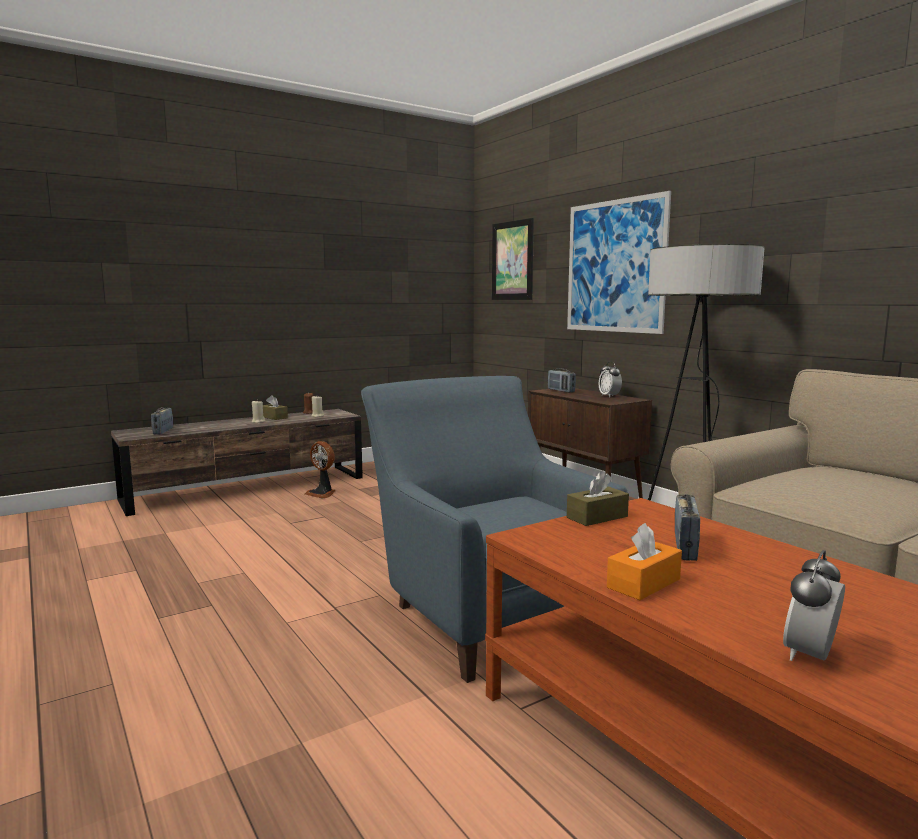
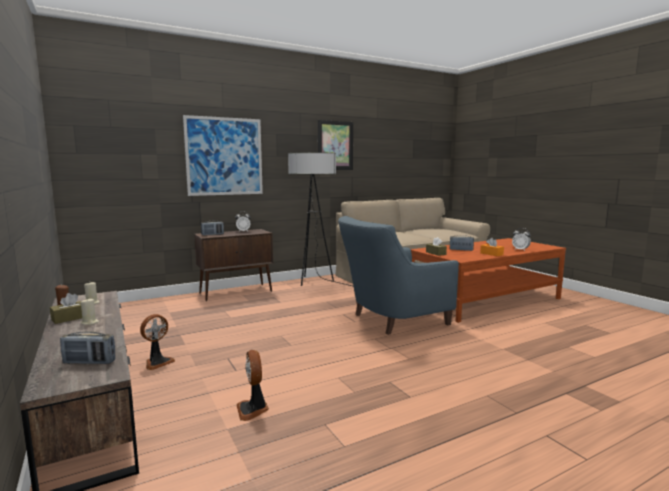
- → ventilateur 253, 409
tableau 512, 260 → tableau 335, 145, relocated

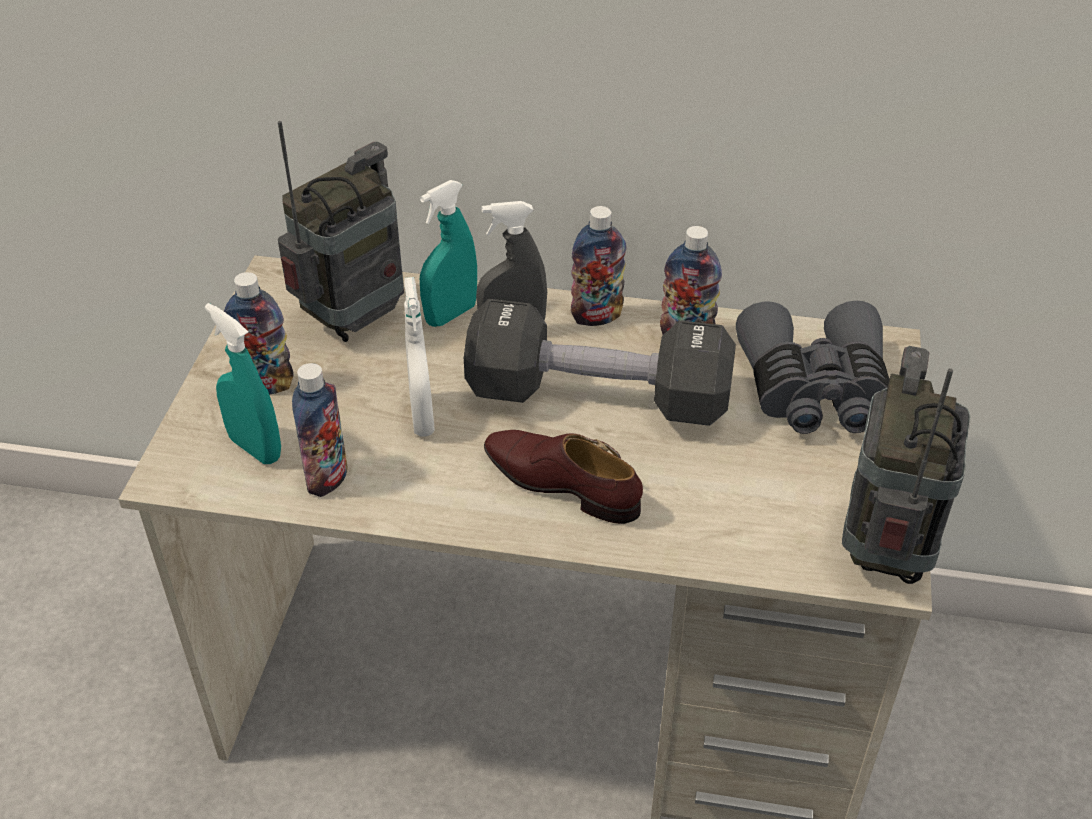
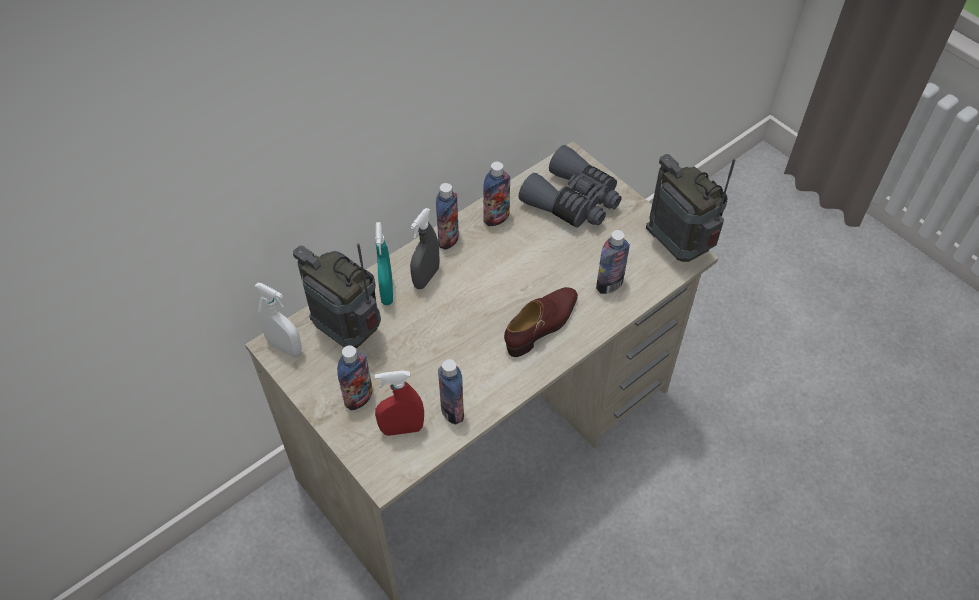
vaporisateur/blanc 422, 417 → vaporisateur/blanc 285, 347, relocated
radio 355, 320 → radio 349, 332, 45 degrees counterclockwise
vaporisateur/turquoise 255, 448 → vaporisateur/rouge 402, 429
chaussure/marron 561, 483 → chaussure/marron 542, 325, 150 degrees clockwise
- → bouteille 609, 285
haltère/noir 598, 398 → -

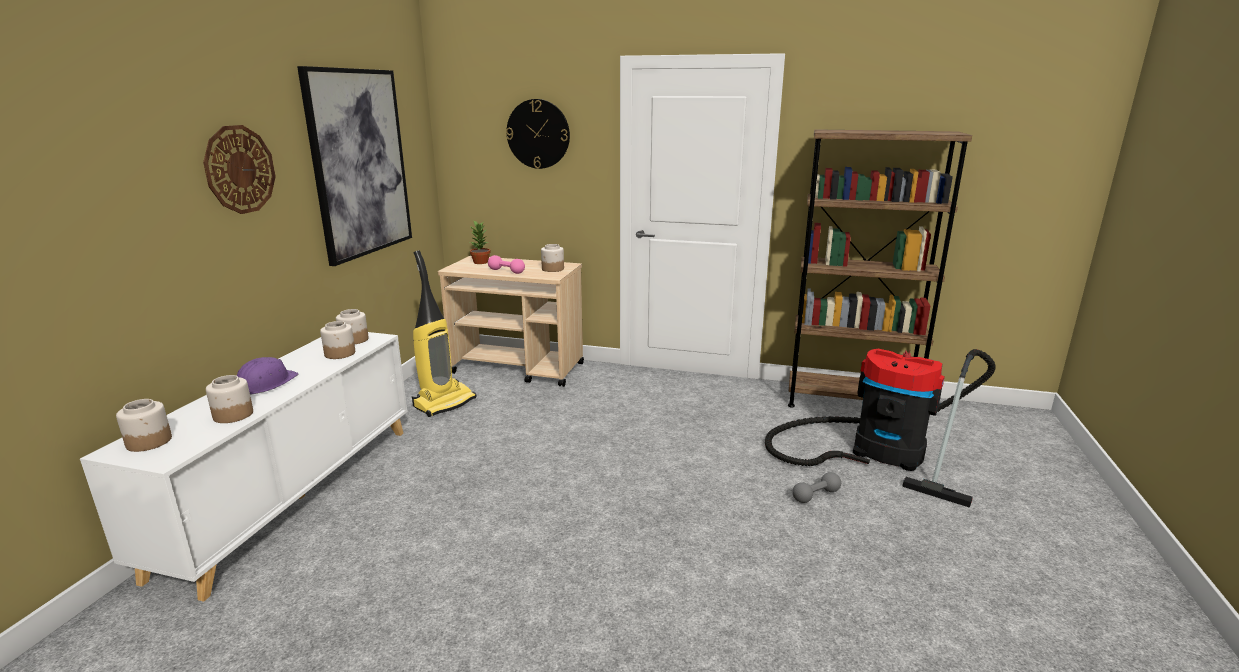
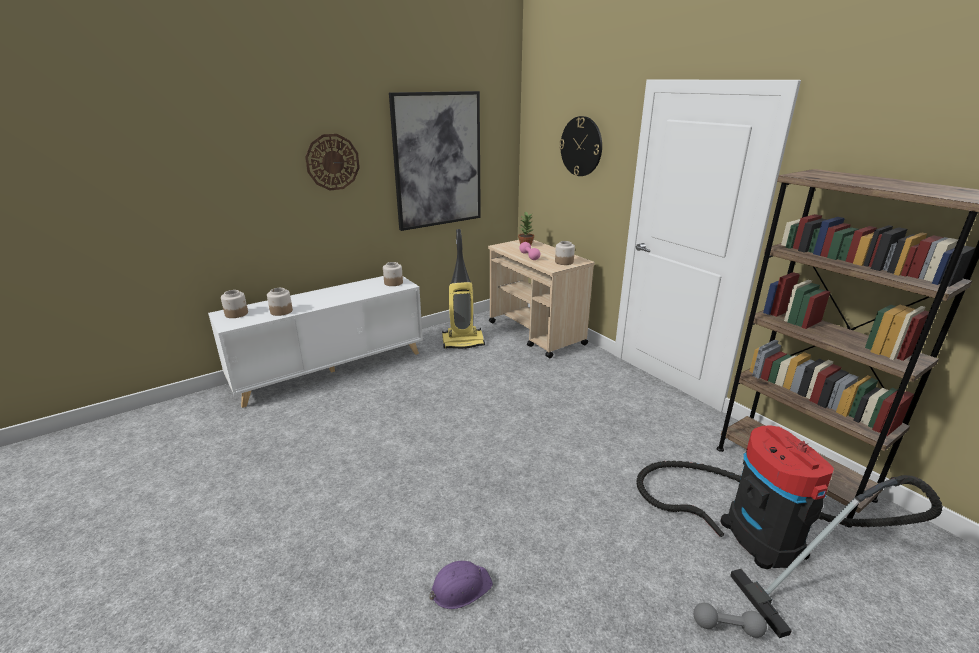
casque de chantier/violet 265, 384 → casque de chantier/violet 460, 587, relocated
haltère/gris 816, 495 → haltère/gris 727, 627, relocated
bocal 340, 353 → -

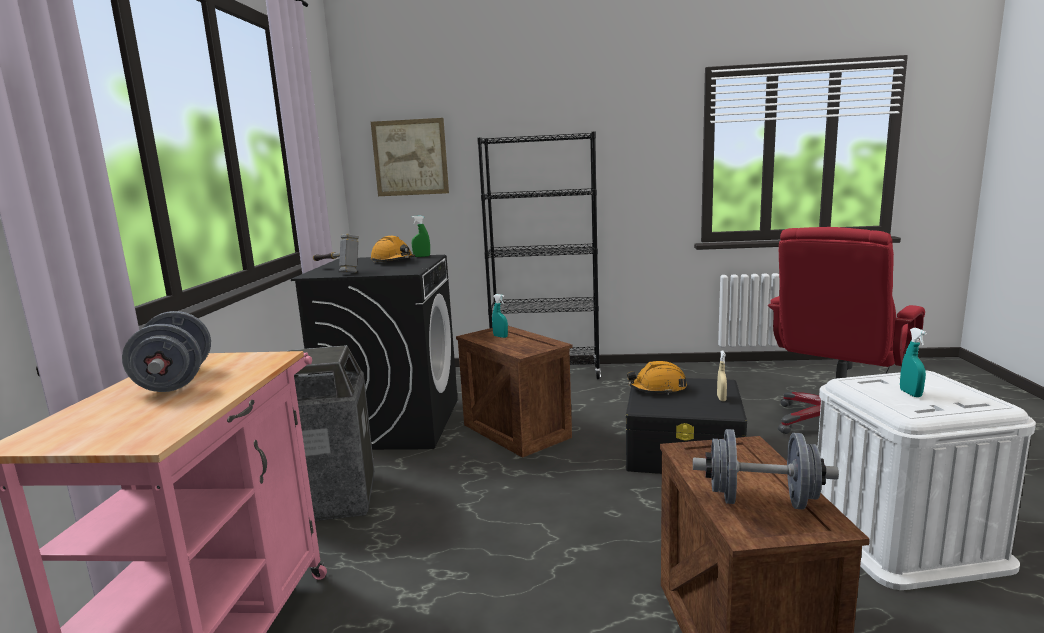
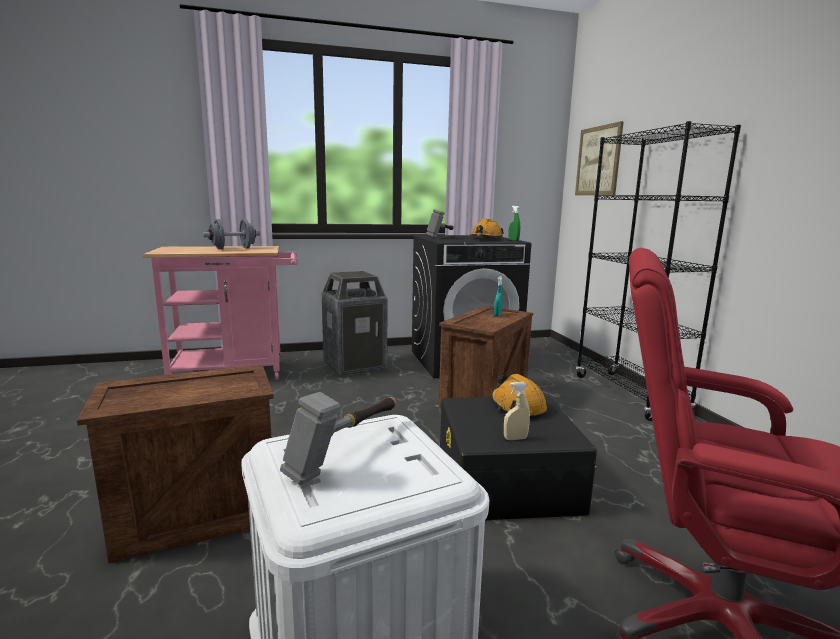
vaporisateur/turquoise 910, 393 → marteau 348, 451
haltère/gris 761, 501 → -

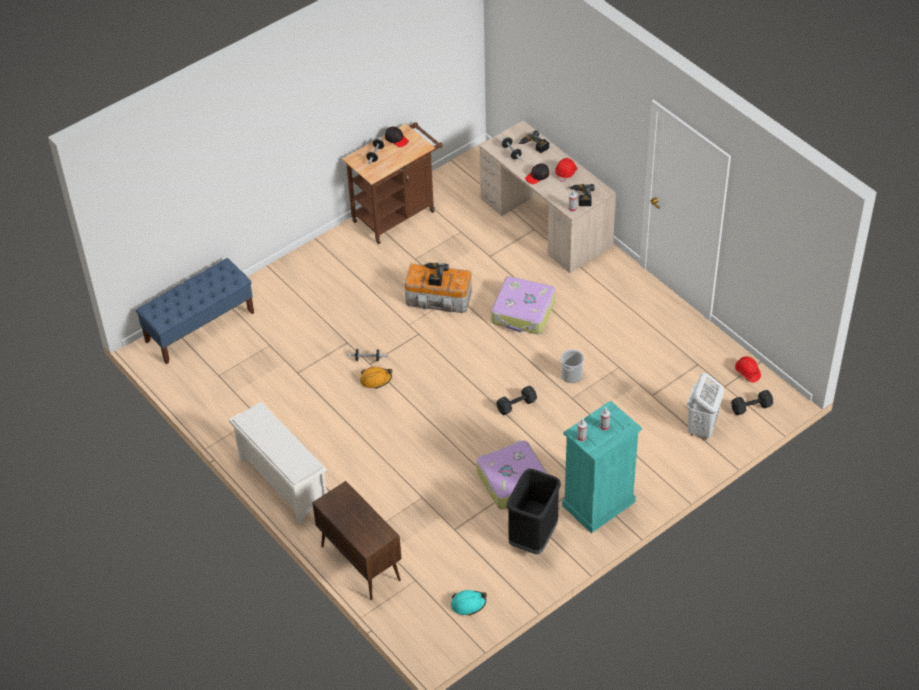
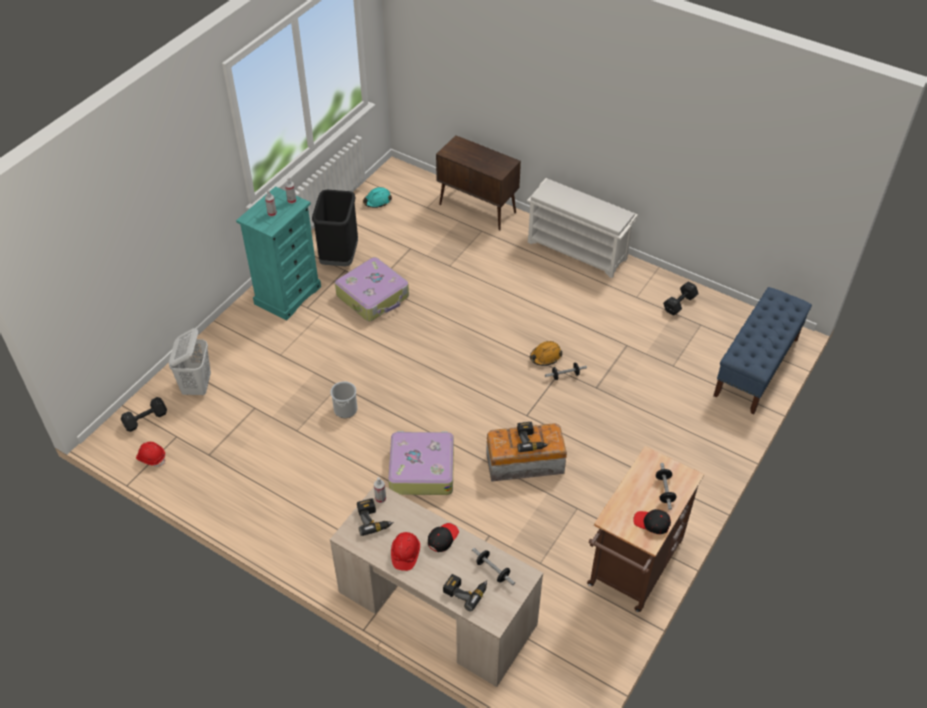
haltère/noir 517, 405 → haltère/noir 679, 304, relocated

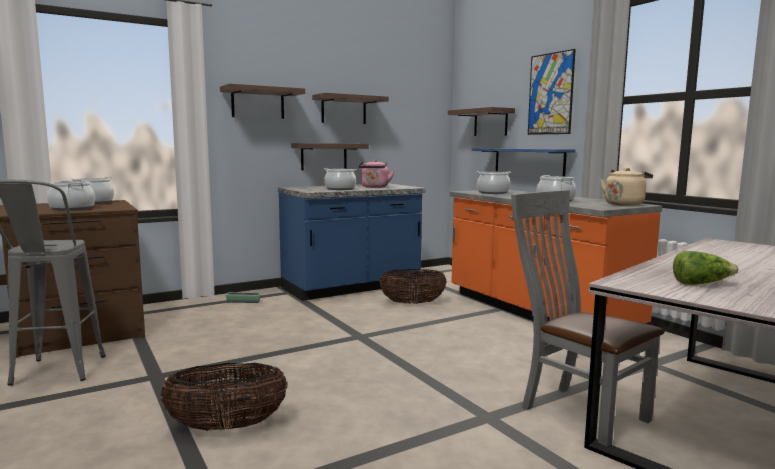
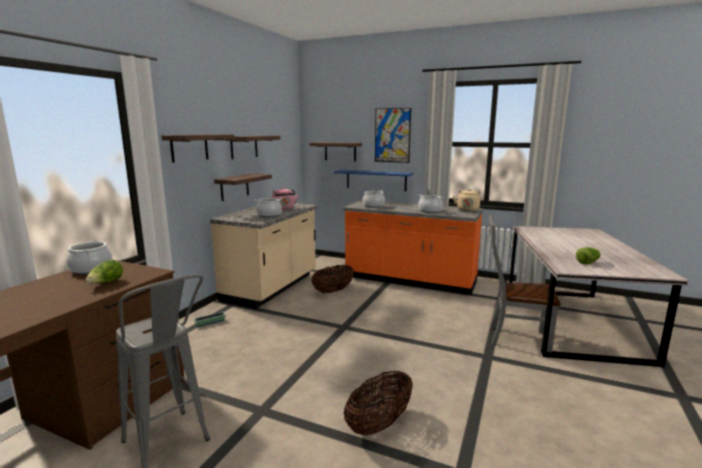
marmite 72, 208 → laitue 106, 283
comptoir de cuisine/bleu 352, 287 → comptoir de cuisine/beige 272, 287

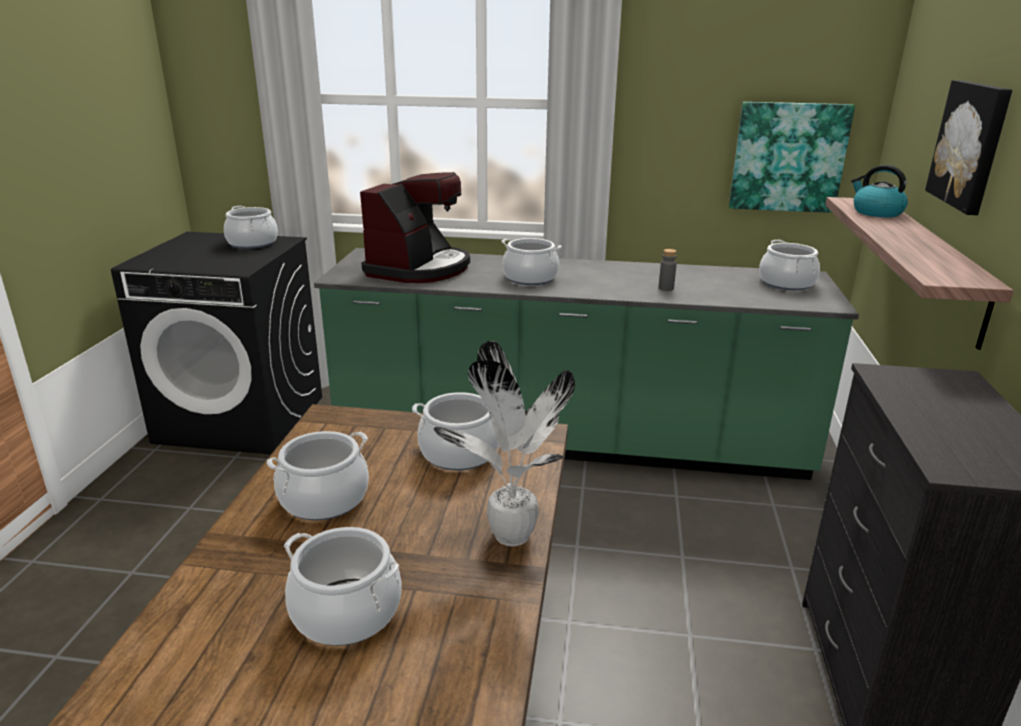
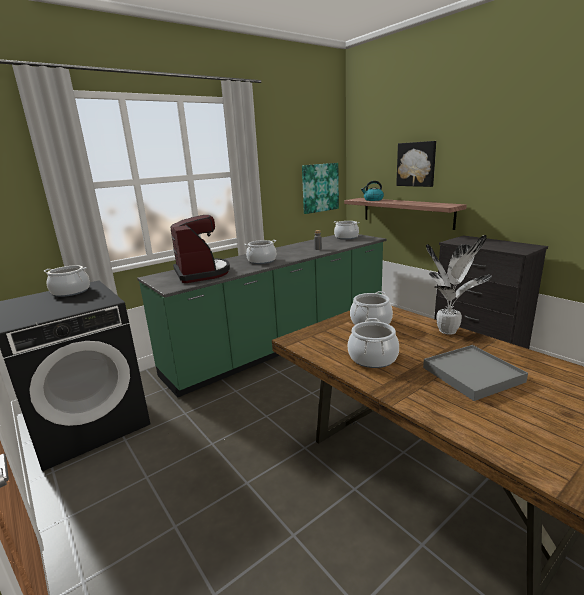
marmite 346, 611 → plateau/gris 472, 374

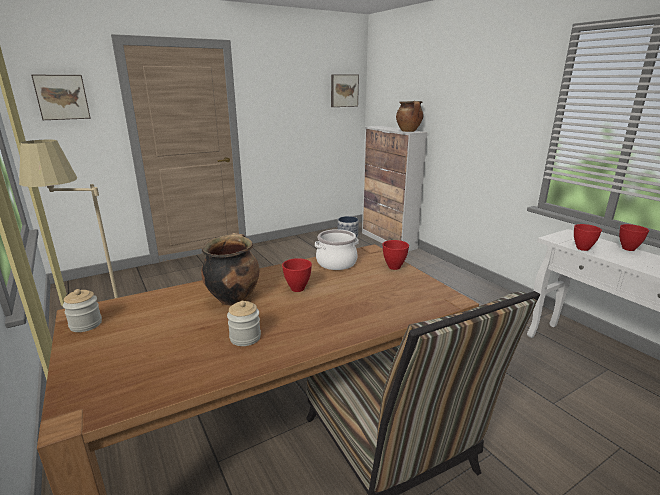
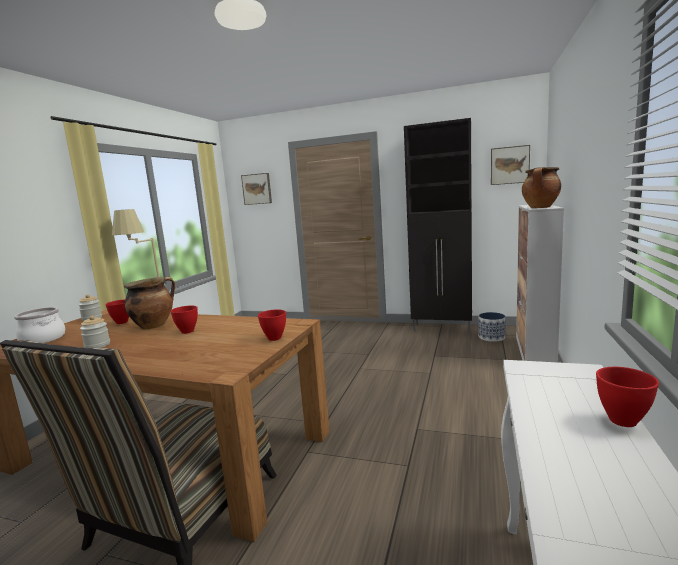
marmite 336, 263 → marmite 42, 339, relocated
bol/rouge 582, 248 → bol/rouge 121, 322, relocated
- → meuble de rangement/noir 442, 328

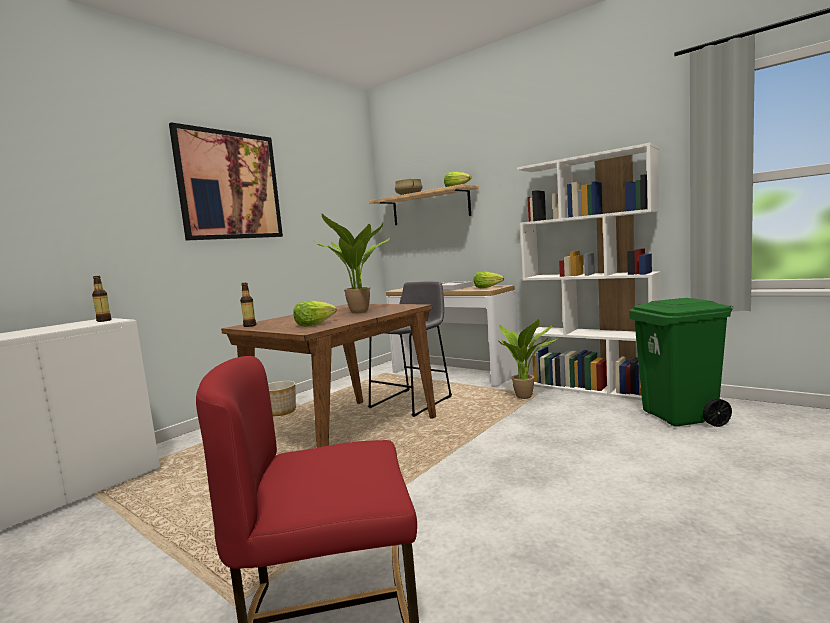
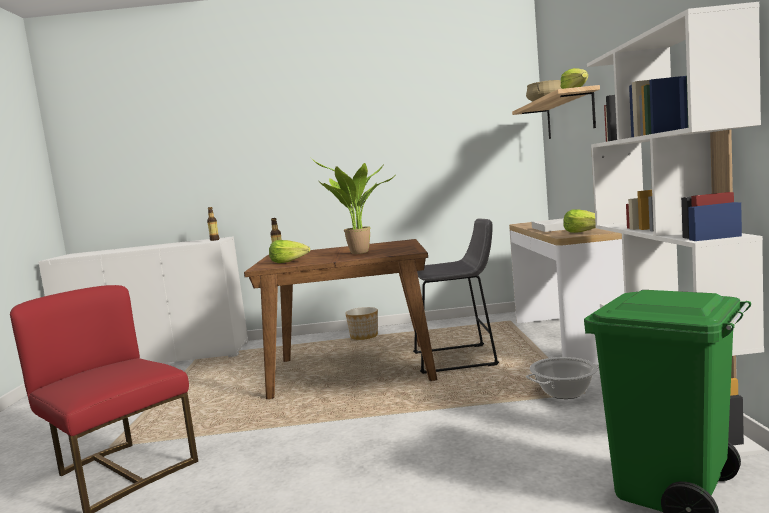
plante en pot 526, 397 → marmite 564, 392
tableau 229, 186 → -

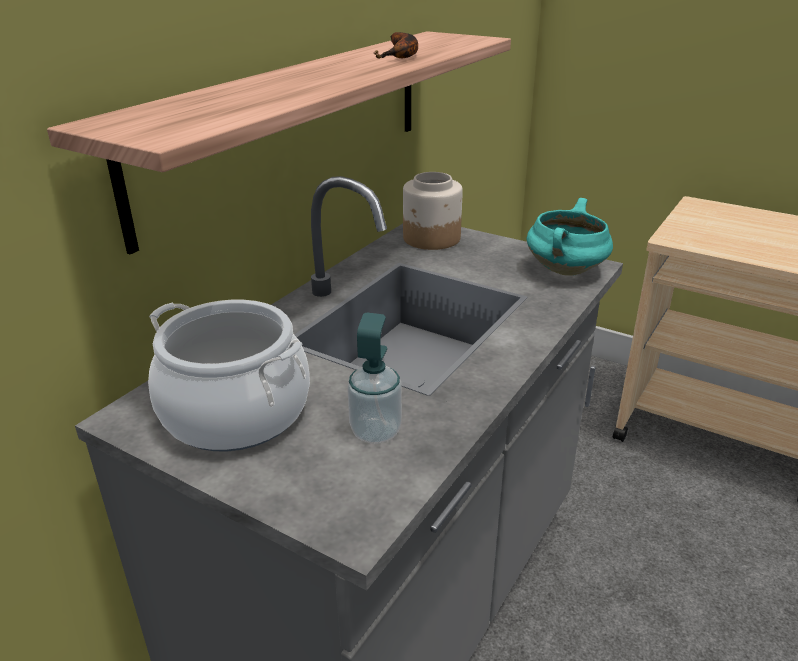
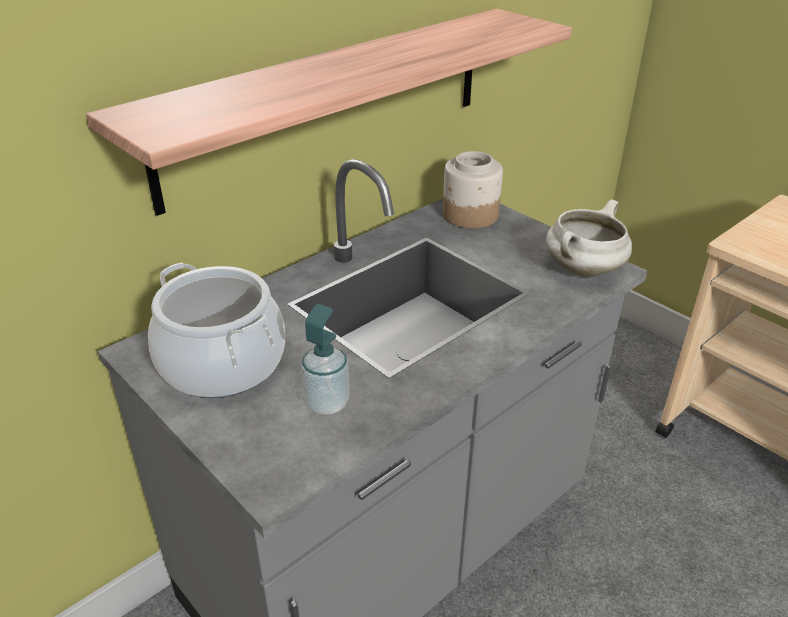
marmite/turquoise 566, 271 → marmite/blanc 583, 271
banane 402, 55 → -

